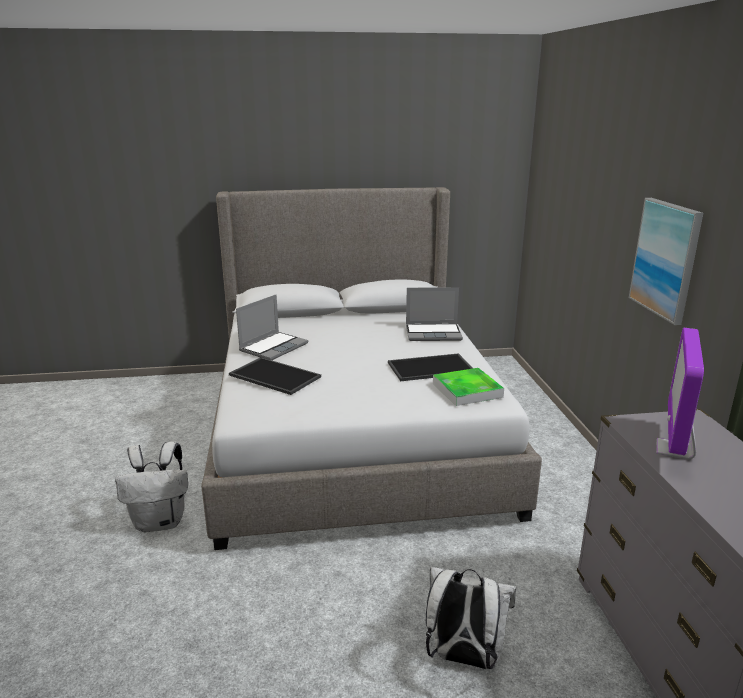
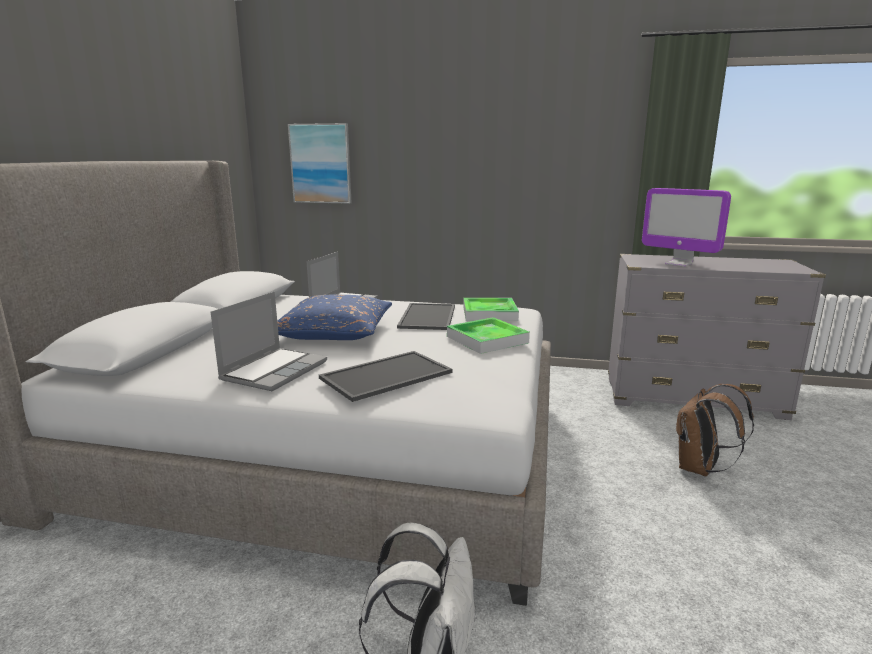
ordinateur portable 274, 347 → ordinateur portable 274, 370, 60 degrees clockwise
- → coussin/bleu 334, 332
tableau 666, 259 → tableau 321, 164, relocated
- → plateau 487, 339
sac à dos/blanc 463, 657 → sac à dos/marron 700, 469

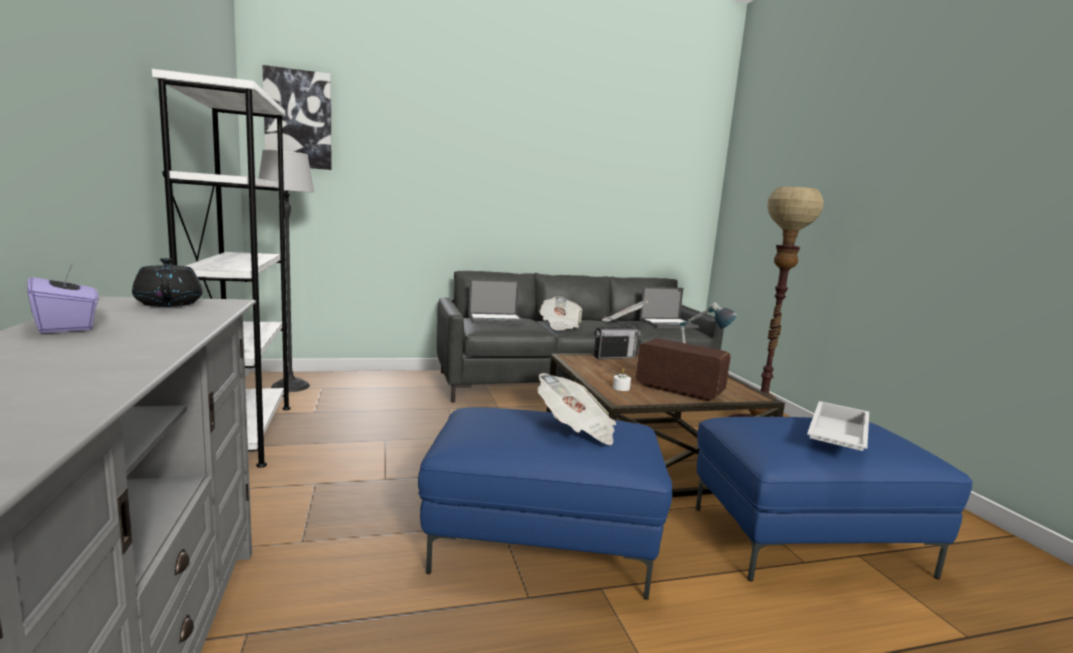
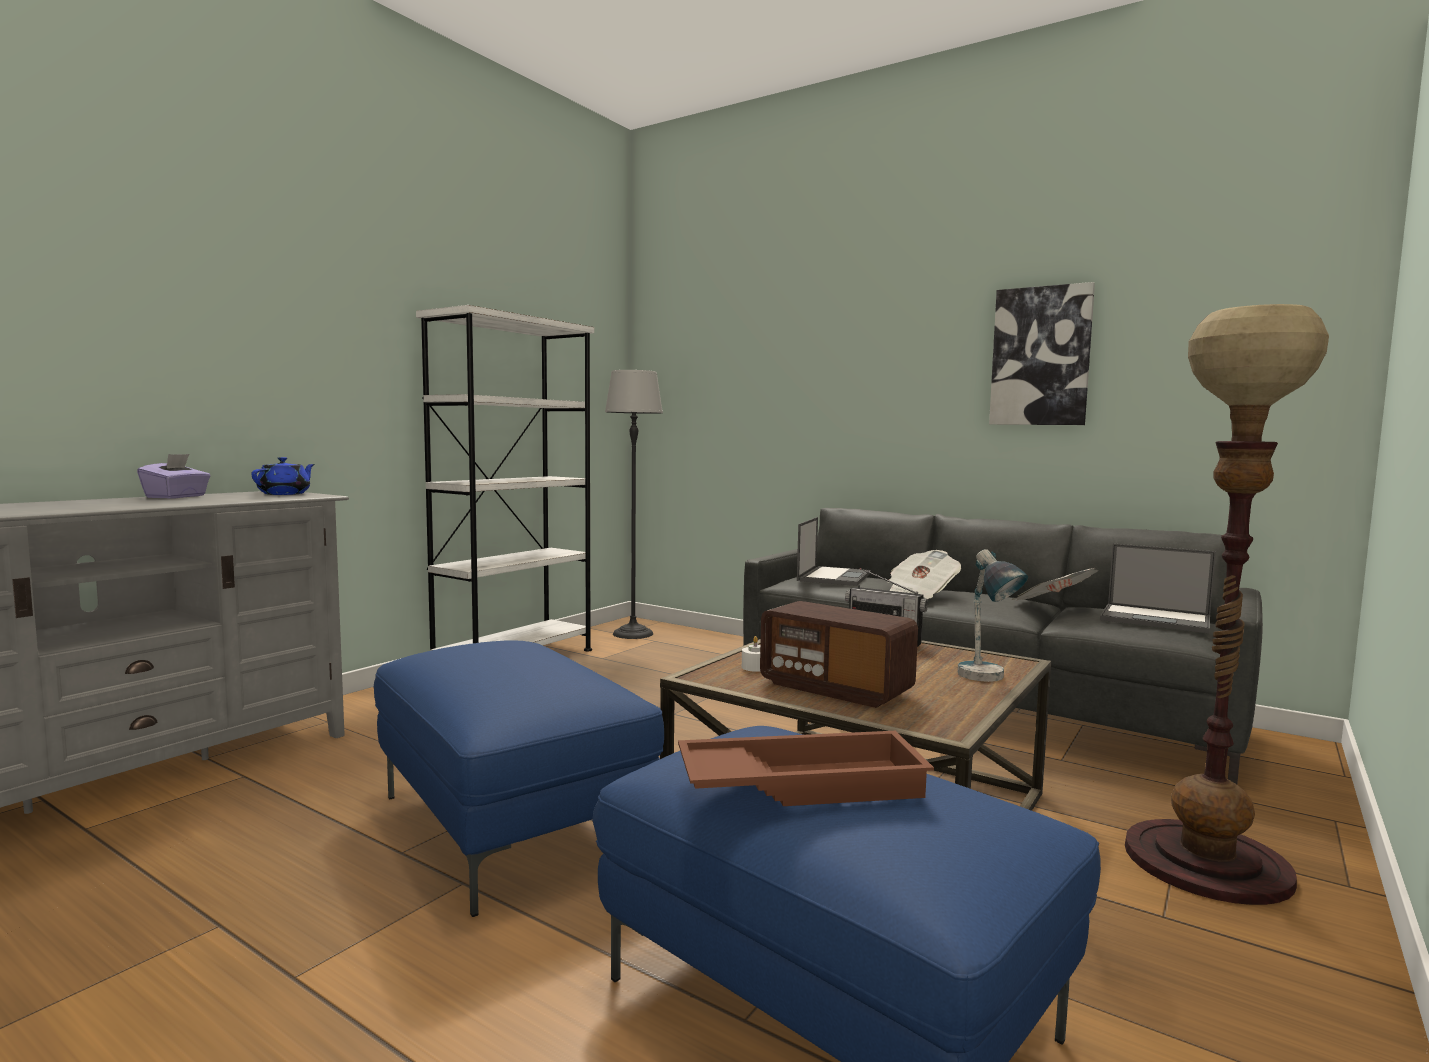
théière/noir 169, 303 → théière/bleu 285, 494
plateau/blanc 835, 436 → plateau/marron 802, 783
radio 679, 389 → radio 835, 689, 135 degrees clockwise
ordinateur portable 496, 319 → ordinateur portable 834, 577, 105 degrees counterclockwise
tableau 298, 119 → tableau 1041, 356, relocated
journal 576, 430 → -

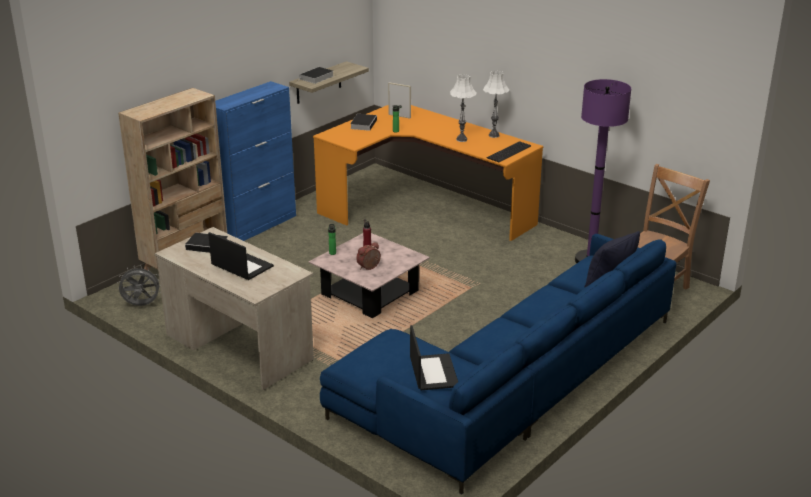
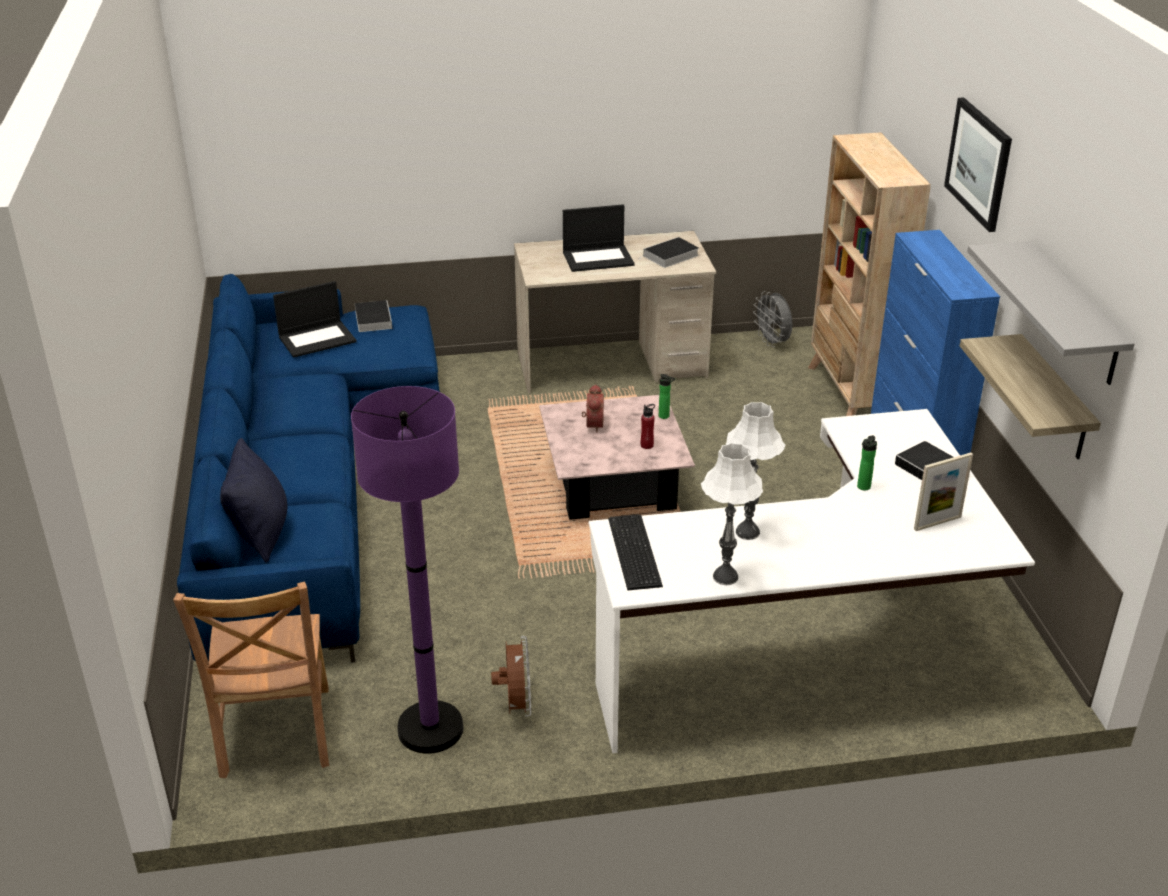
ordinateur portable 433, 372 → ordinateur portable 317, 339, 60 degrees counterclockwise
livre 316, 78 → livre 373, 319, relocated
- → ventilateur/marron 516, 706
bureau/orange 425, 209 → bureau/blanc 811, 657
ventilateur/gris 141, 305 → ventilateur/gris 772, 342, 120 degrees clockwise
- → tableau 979, 163
- → étagère/gris 1073, 314

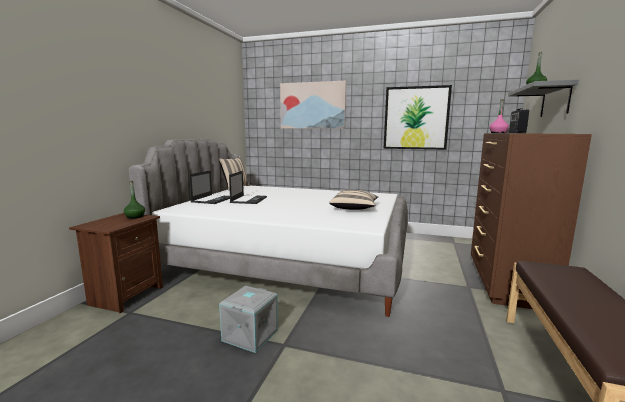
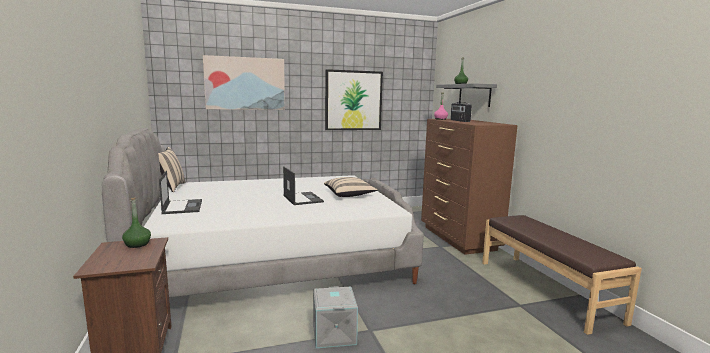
ordinateur portable 249, 200 → ordinateur portable 302, 198, relocated

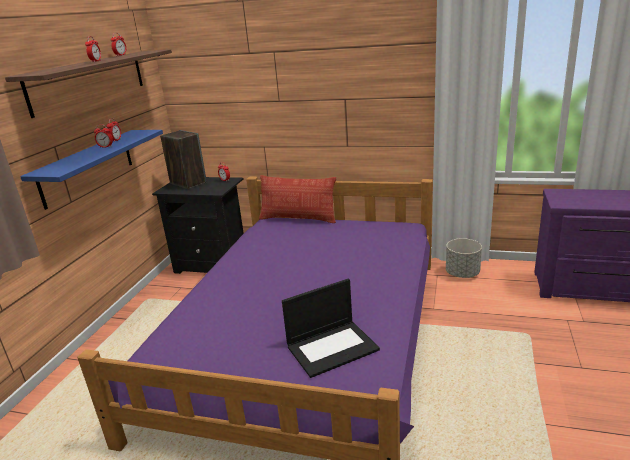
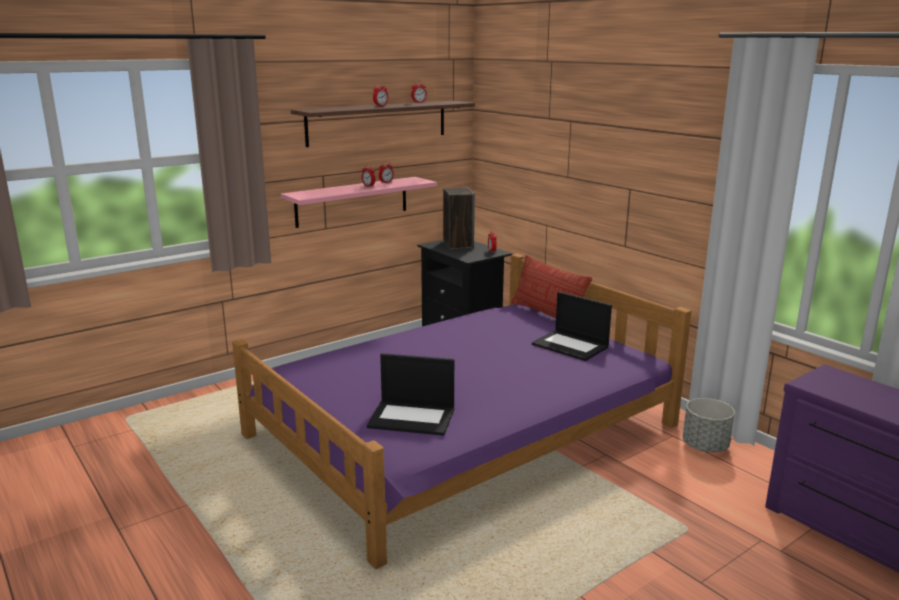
étagère/bleu 88, 167 → étagère/rose 352, 201
- → ordinateur portable 571, 346

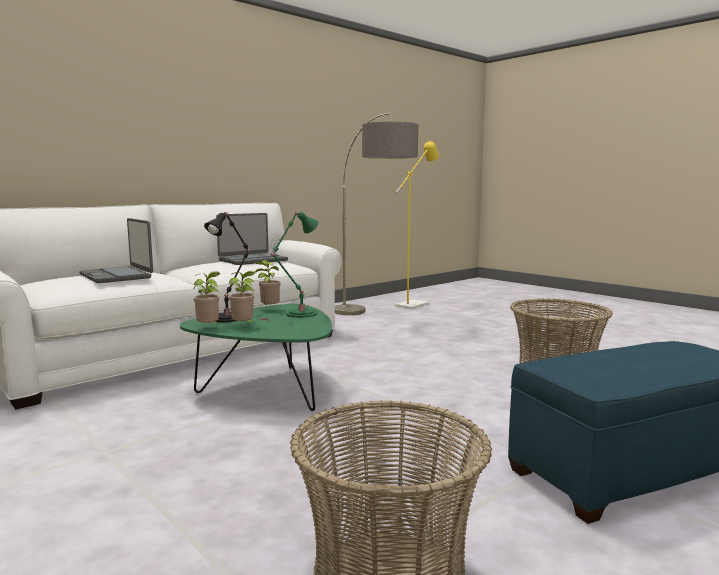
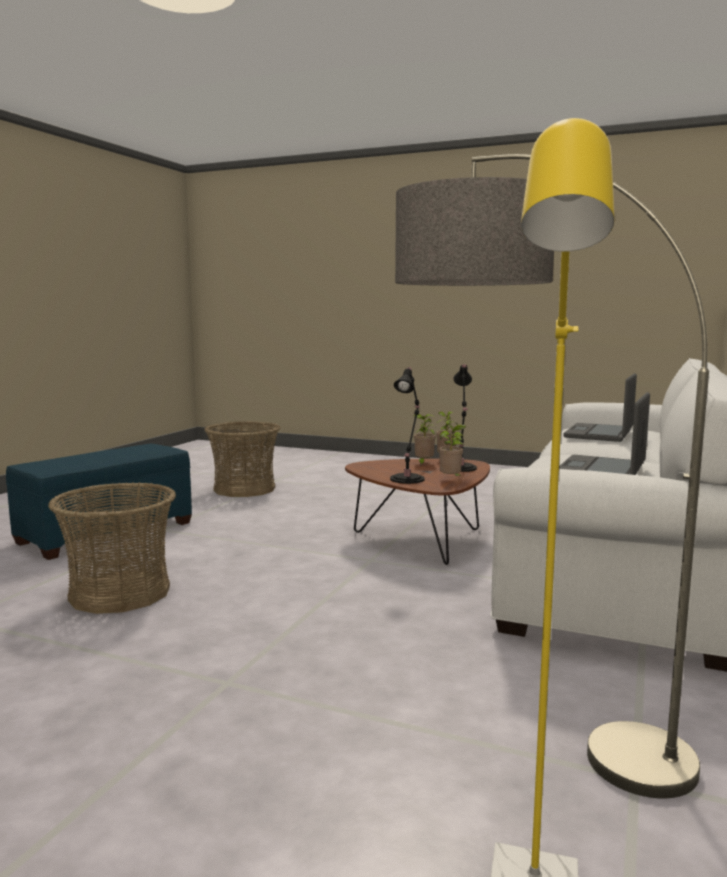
table basse/vert 269, 390 → table basse/marron 421, 540
lampe de table/vert 299, 314 → lampe de table/noir 408, 478
ordinateur portable 117, 276 → ordinateur portable 600, 434, 90 degrees counterclockwise

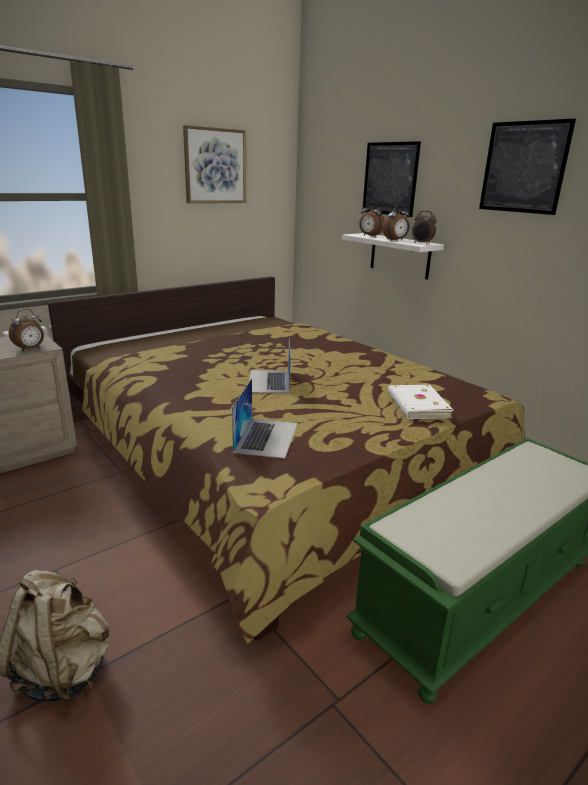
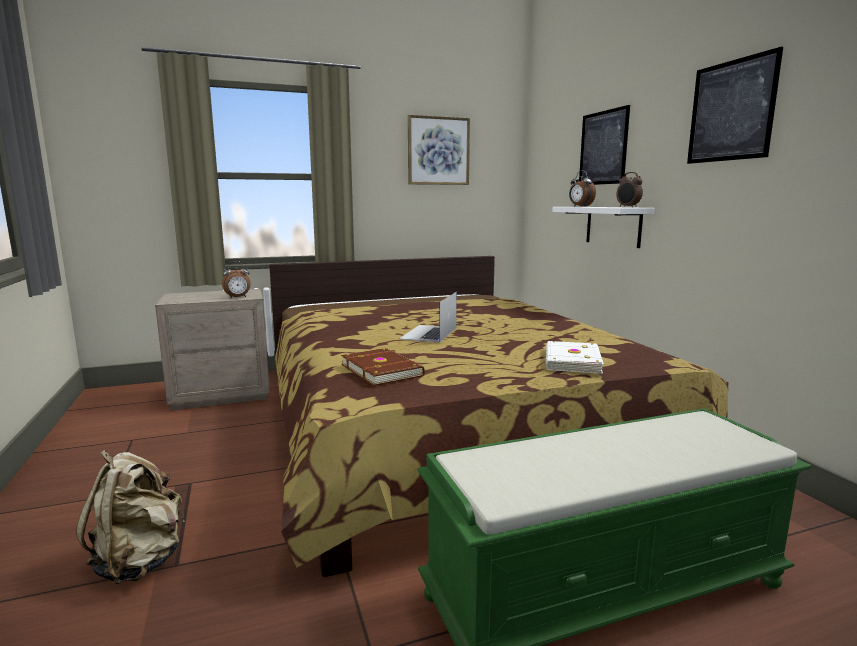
ordinateur portable 266, 437 → livre/marron 382, 369
réveil 395, 240 → -

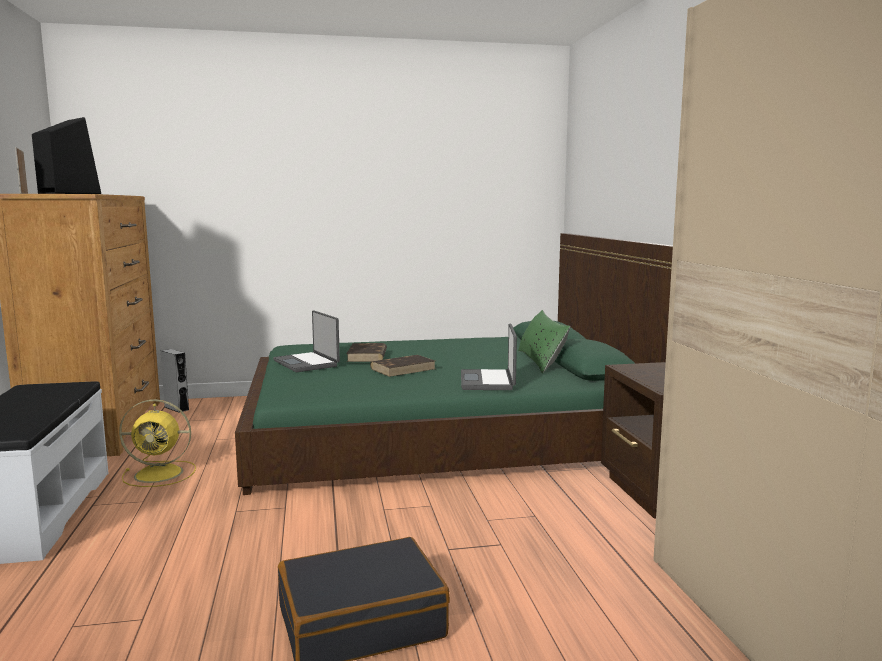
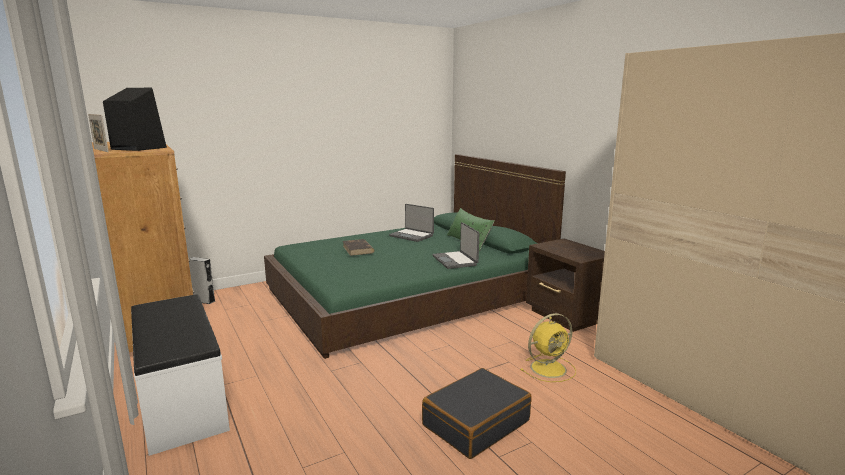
ordinateur portable 307, 363 → ordinateur portable 412, 236, relocated
ventilateur/jaune 161, 474 → ventilateur/jaune 549, 368, relocated
livre/marron 403, 369 → -

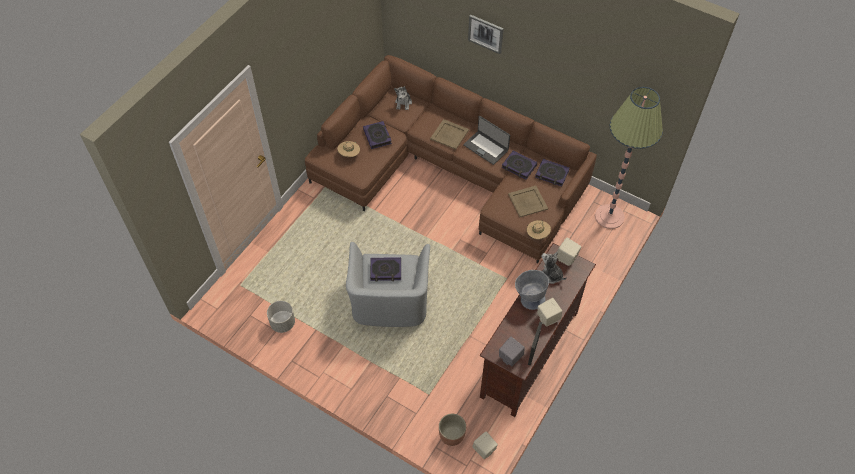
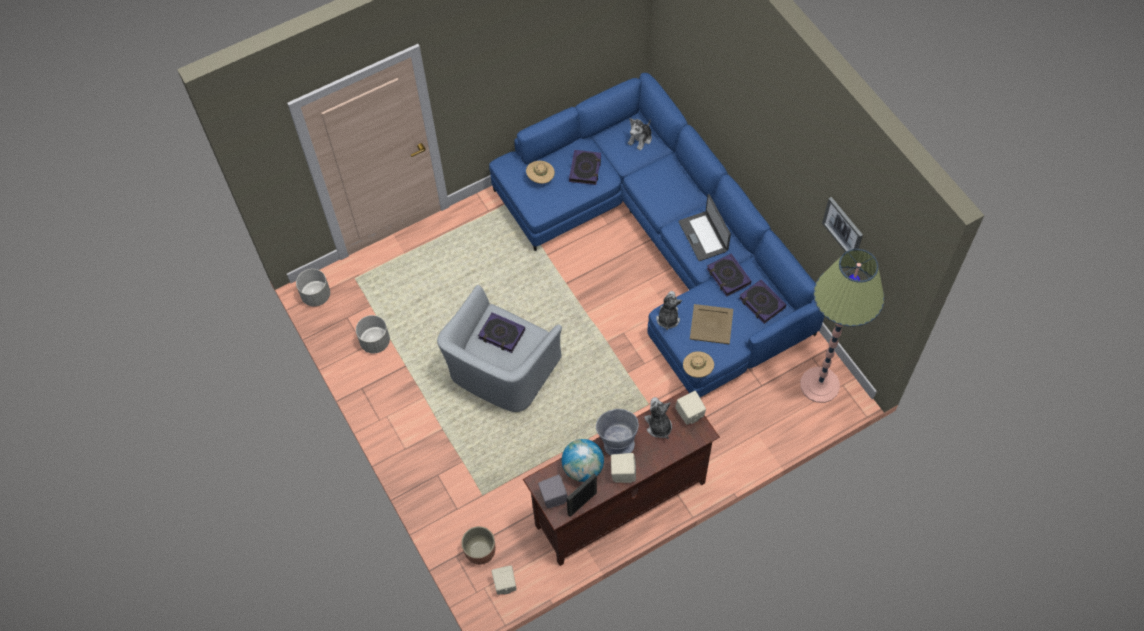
- → cache-pot/gris 316, 295
canapé/marron 449, 171 → canapé/bleu 661, 243
- → globe 583, 468
- → peluche 668, 318
tableau 486, 33 → tableau 843, 228, relocated
plateau/beige 449, 135 → -

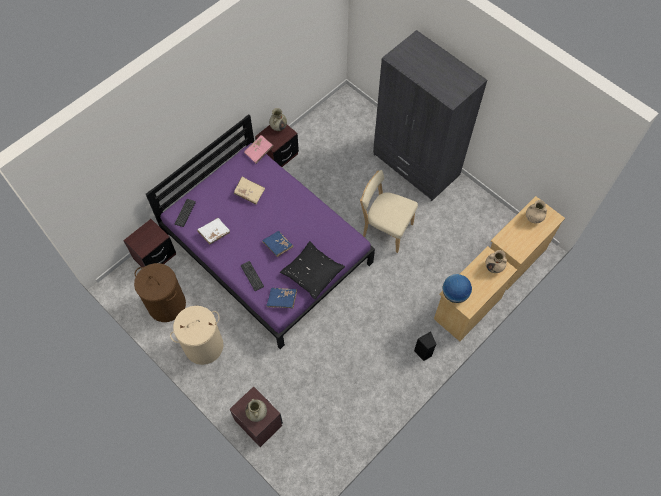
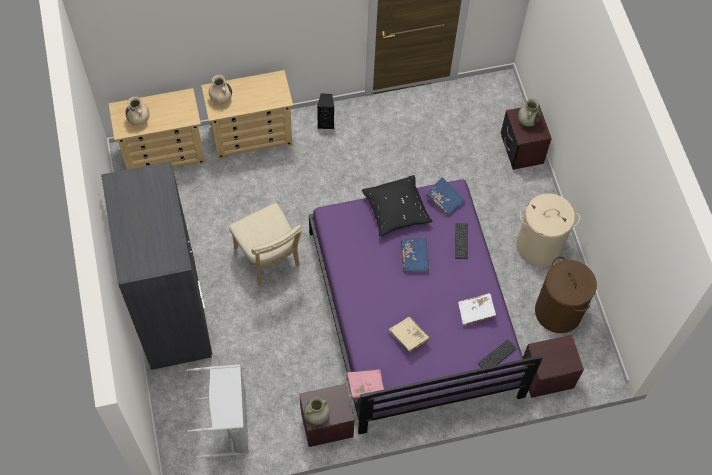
- → panier à linge/gris 230, 425
globe 455, 294 → -

